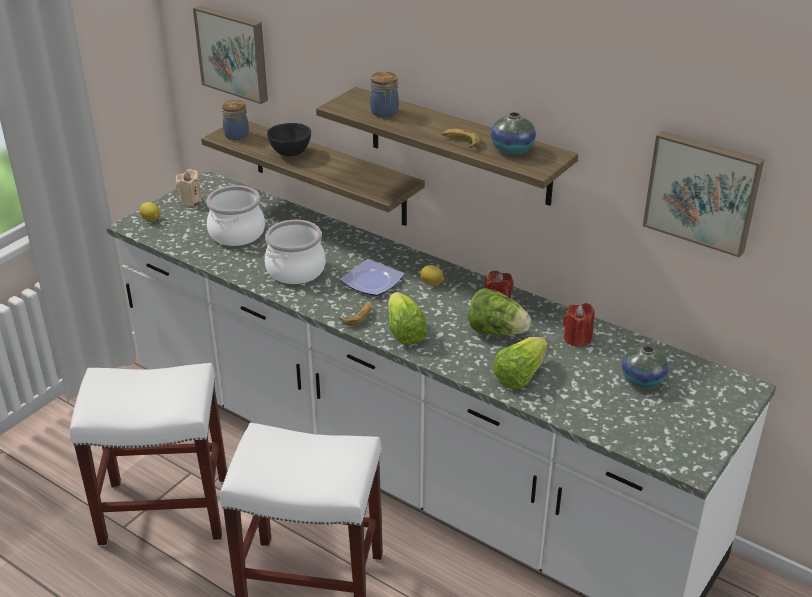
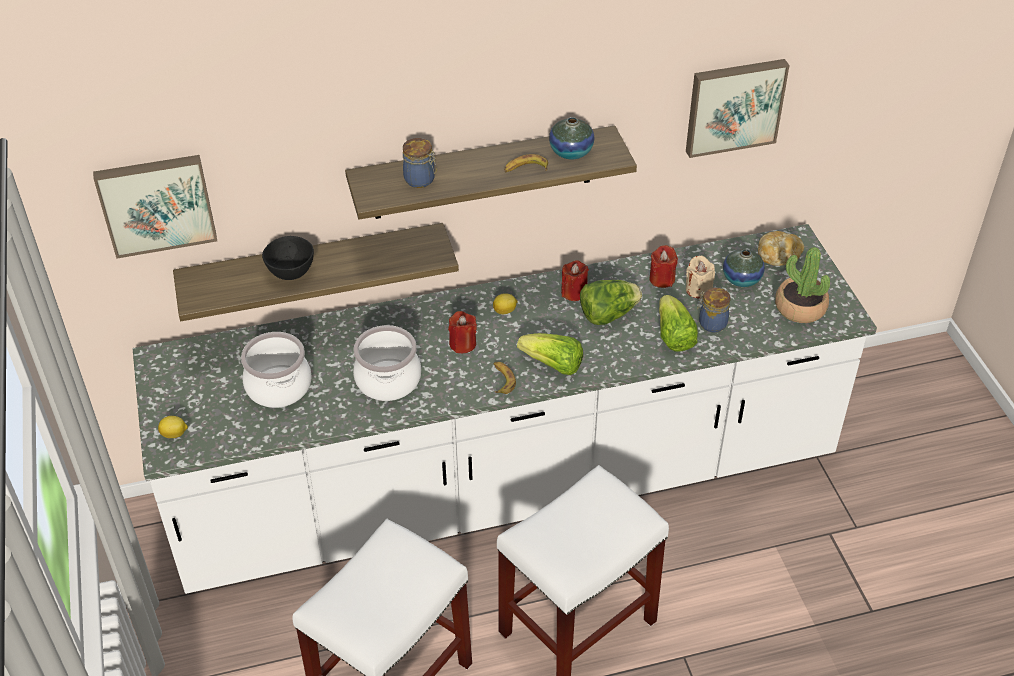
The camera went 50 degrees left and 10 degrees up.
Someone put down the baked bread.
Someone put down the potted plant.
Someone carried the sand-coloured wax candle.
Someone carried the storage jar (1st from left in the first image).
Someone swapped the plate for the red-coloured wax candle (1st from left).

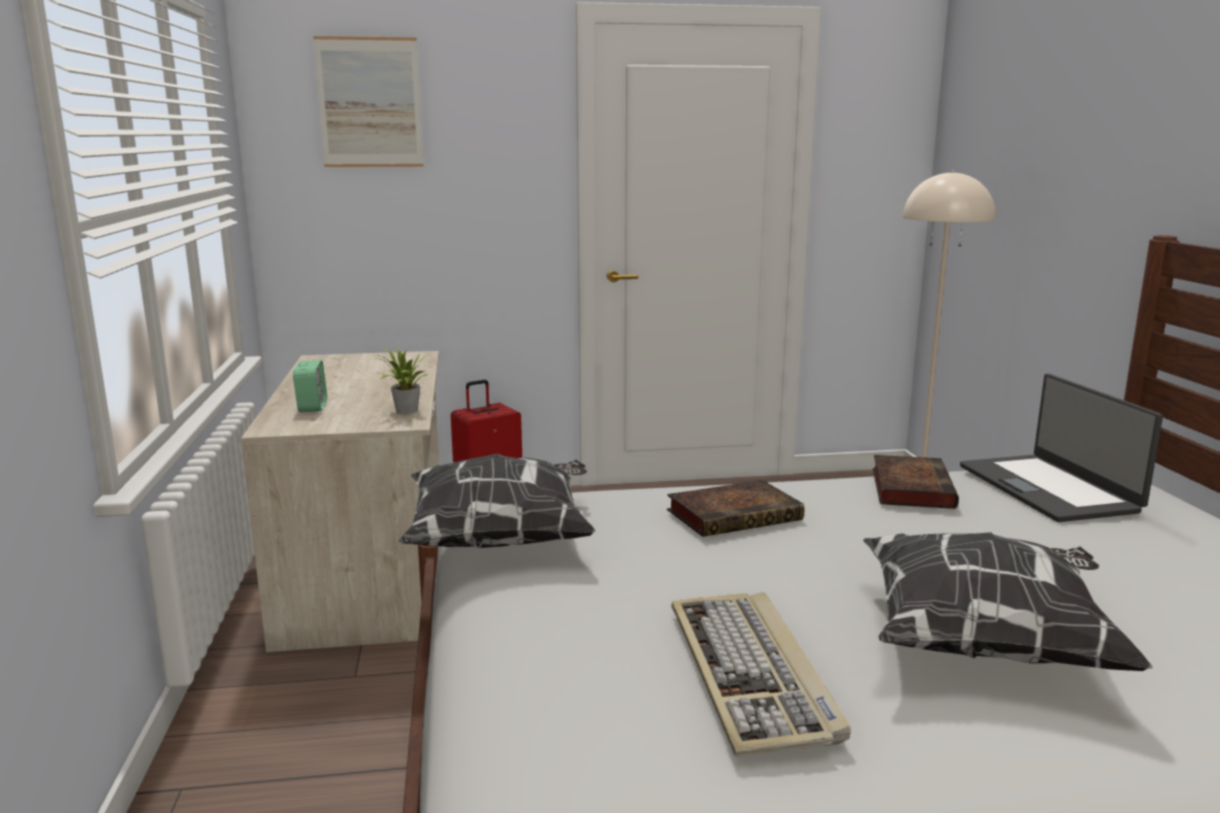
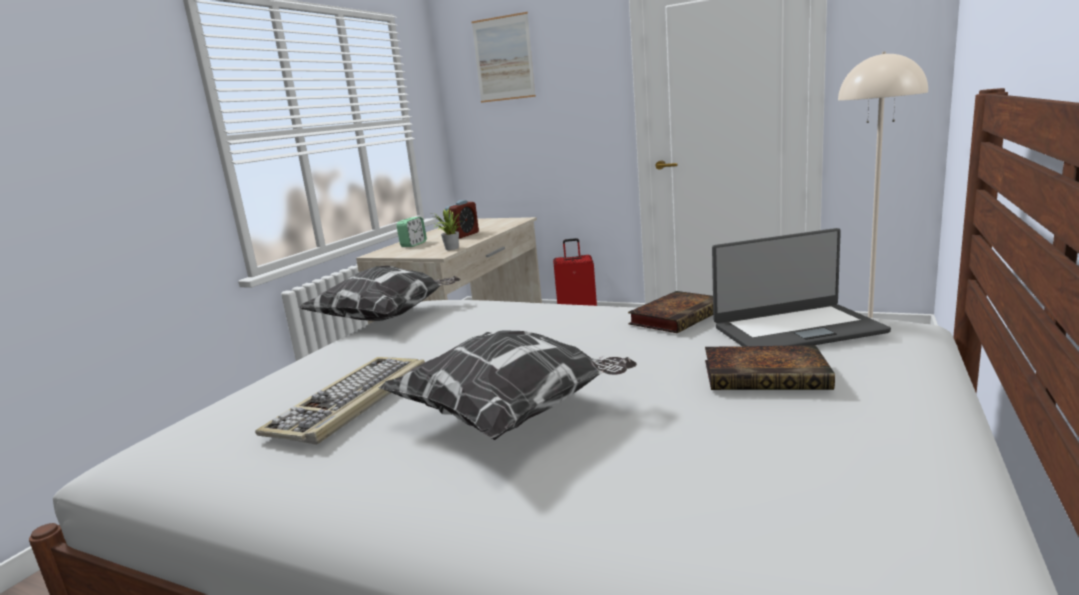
The camera went 35 degrees right and 0 degrees up.
Someone put down the table clock (2nd from left).
Someone carried the bound book (1st from left in the first image).
Someone rotated the notebook computer by 120 degrees counterclockwise.

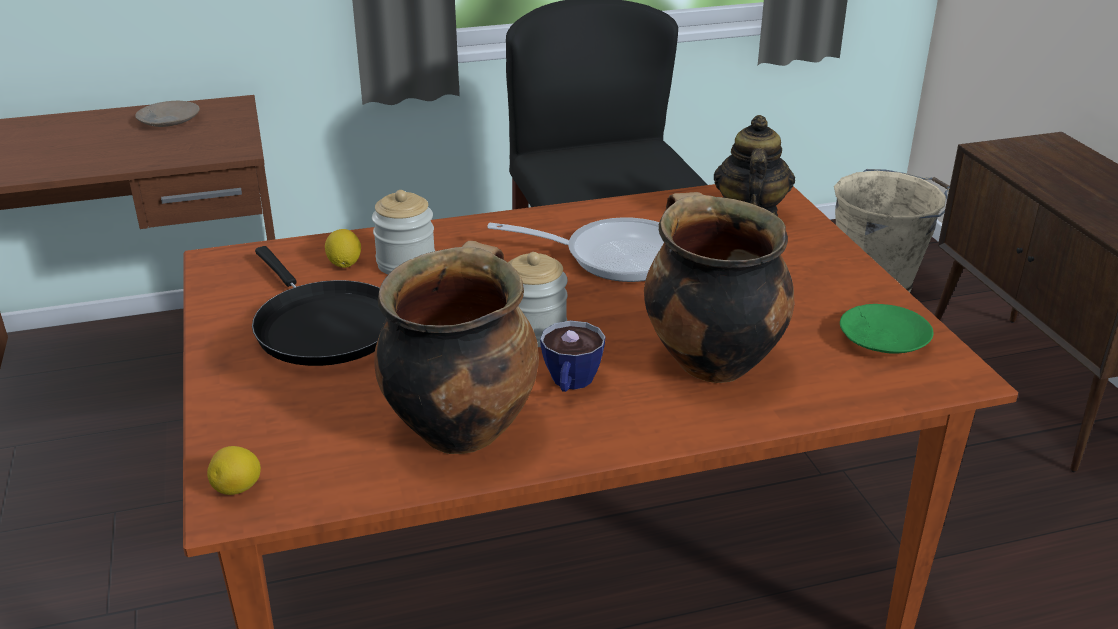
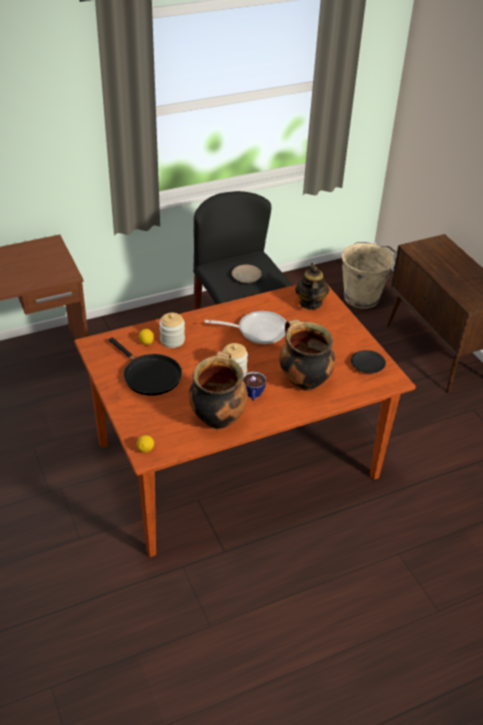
The camera went 10 degrees left and 10 degrees up.
Someone carried the sand-coloured plate.
Someone repainted the green plate, which became the blackish plate.

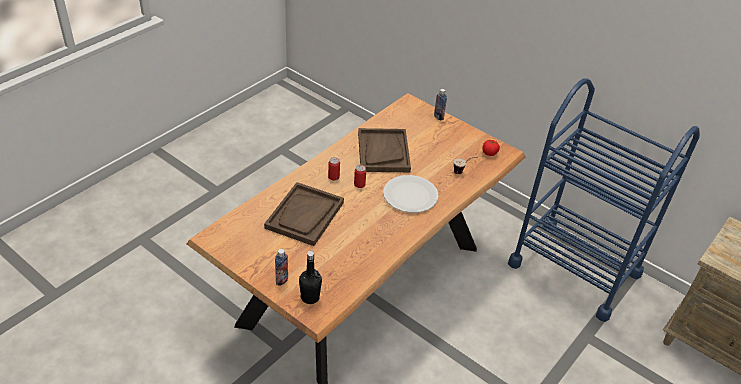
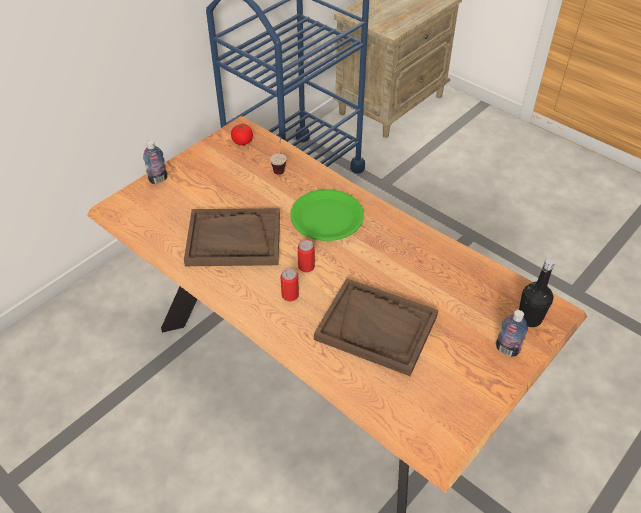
The camera went 85 degrees left and 5 degrees up.
Someone repainted the white plate, which became the green plate.

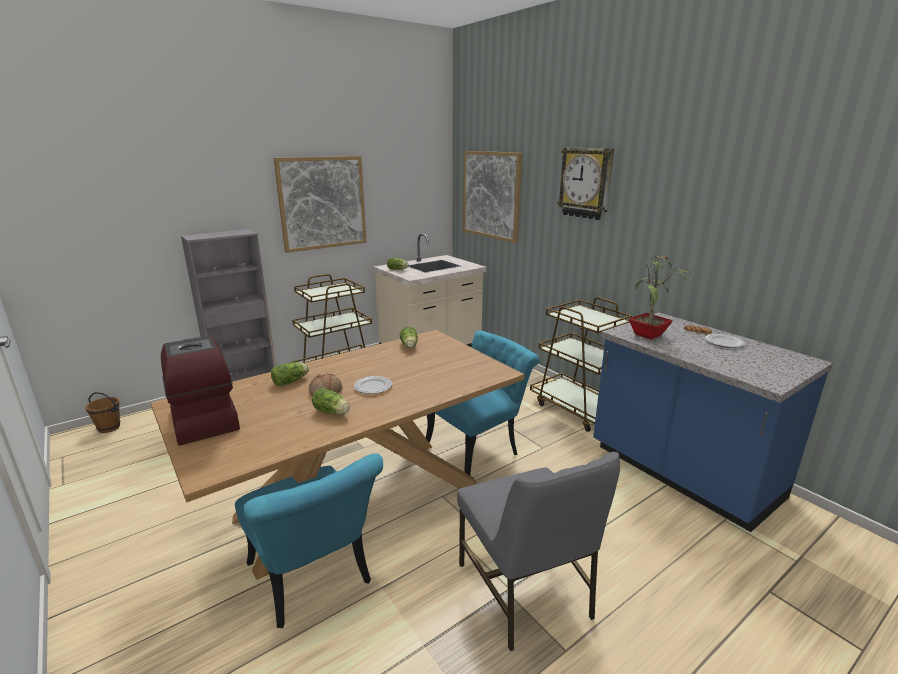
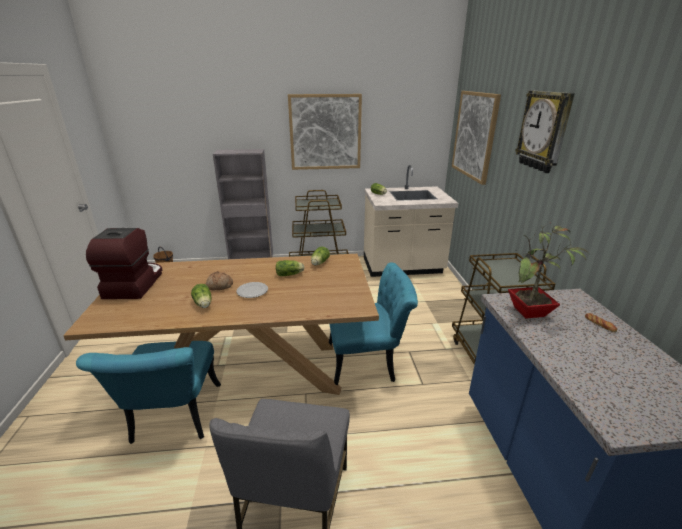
The camera went 30 degrees right and 5 degrees up.
Someone took away the plate (2nd from left).
Someone carried the head of lettuce (1st from left in the first image).

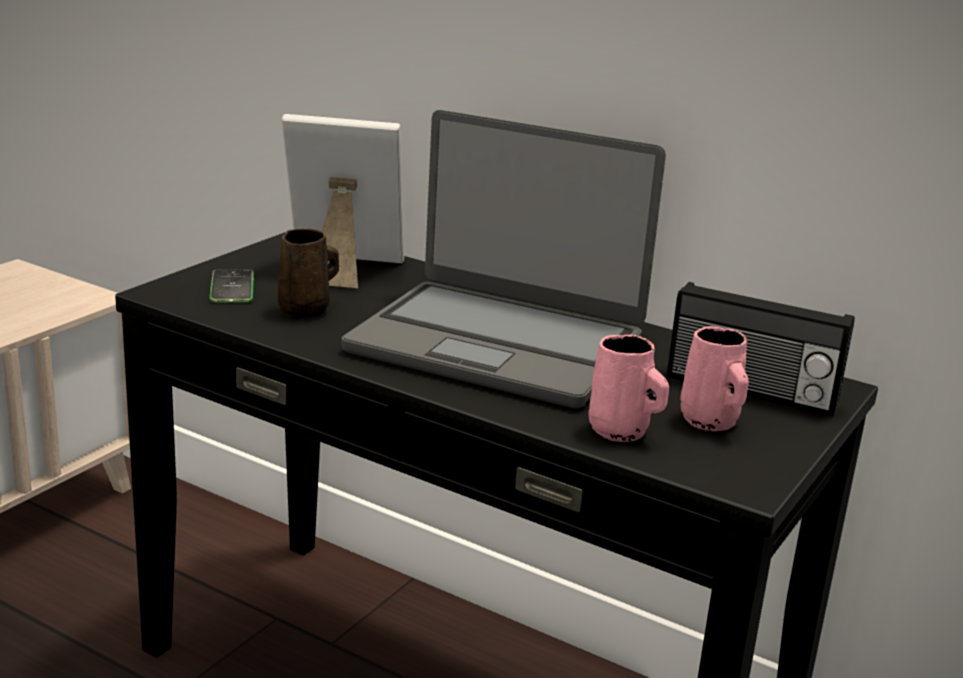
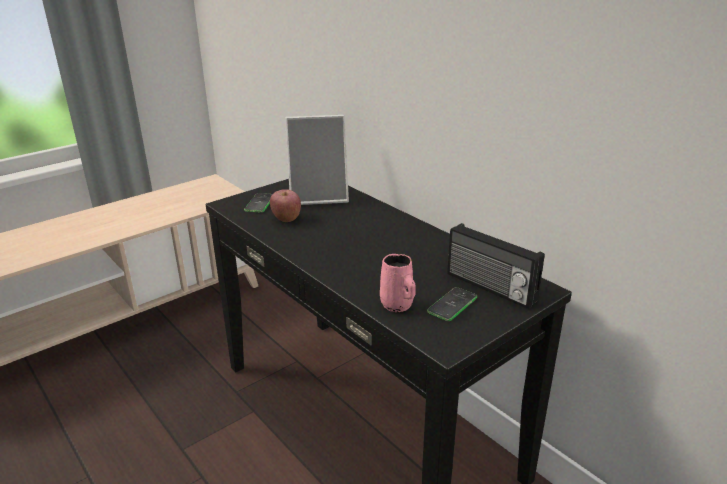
The camera went 20 degrees right and 5 degrees up.
Someone took away the notebook computer.
Someone swapped the brownish mug for the whole apple.
Someone swapped the pink-coloured mug (2nd from left) for the phone (2nd from left).
Someone rotated the standing frame by 150 degrees clockwise.

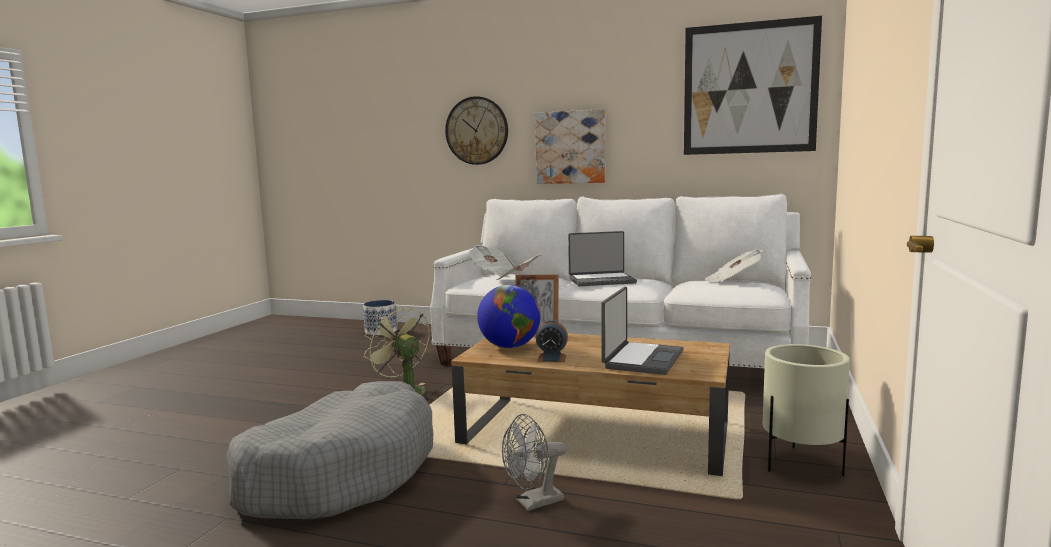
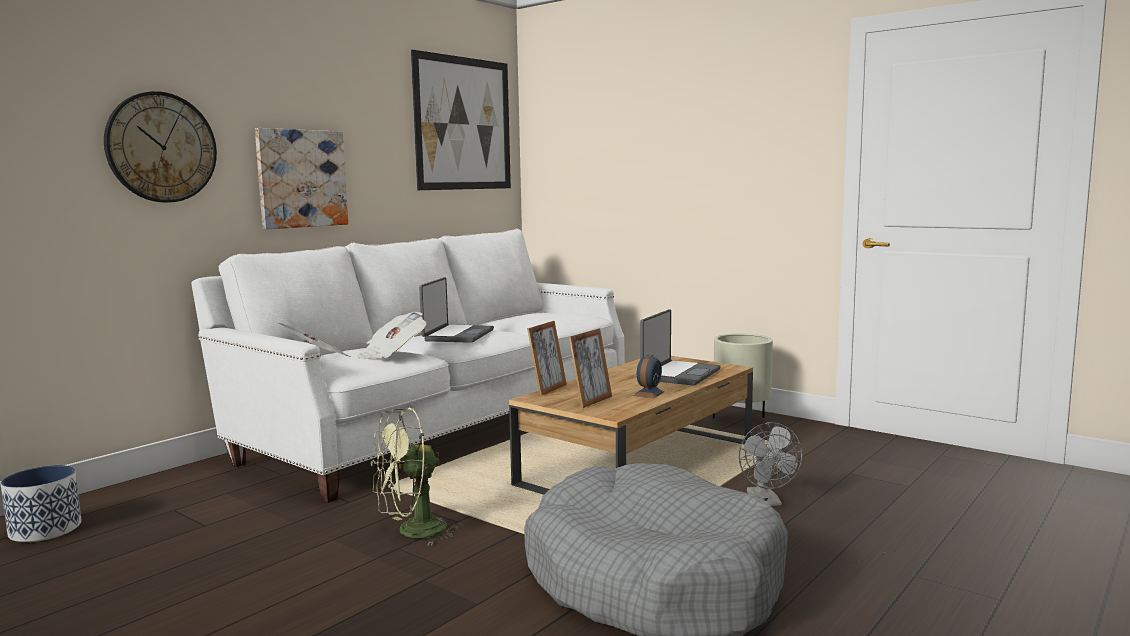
The camera went 70 degrees left and 0 degrees up.
Someone took away the newspaper (3rd from left).
Someone swapped the globe for the standing frame (2nd from left).
Someone rotated the notebook computer (2nd from left) by 75 degrees clockwise.

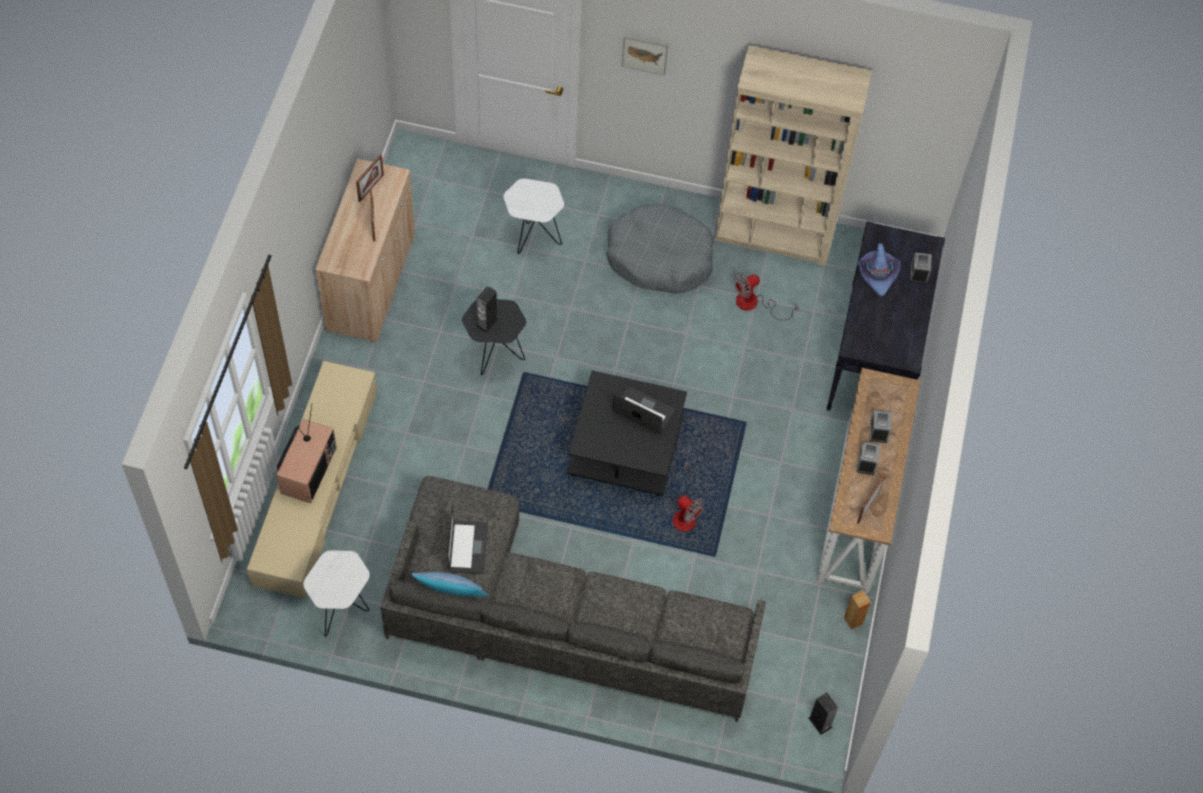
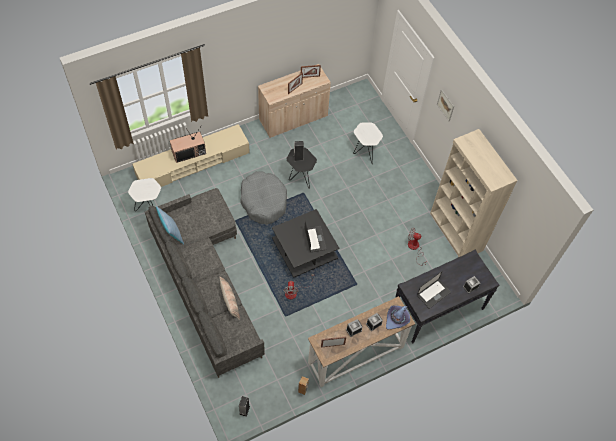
The camera went 50 degrees right and 0 degrees up.
Someone put down the pillow (2nd from left).
Someone carried the notebook computer (1st from left in the first image).
Someone carried the gray pet bed.
Someone carried the purple-coloured wearable hat.

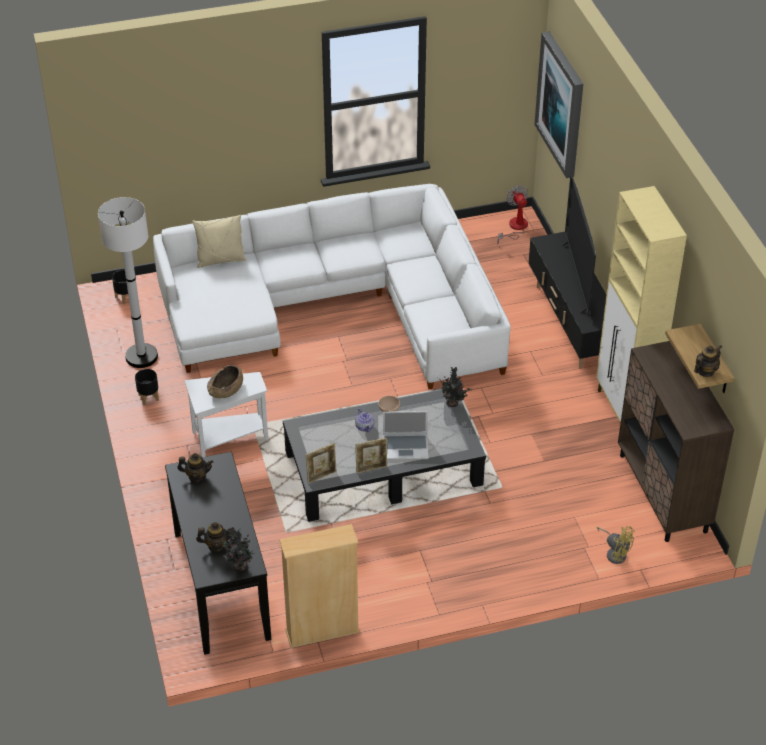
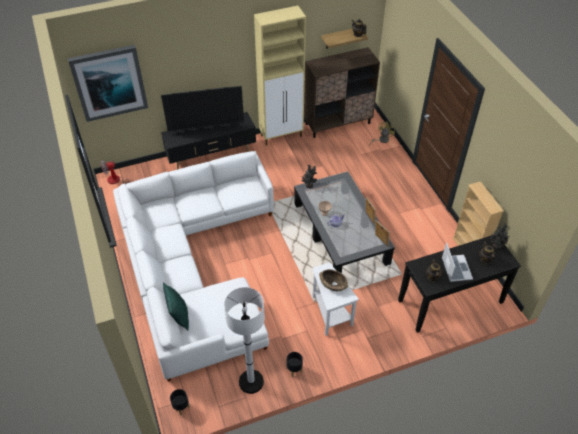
The camera went 95 degrees left and 5 degrees up.
Someone carried the notebook computer.
Someone repainted the sand-coloured pillow, which became the green pillow.

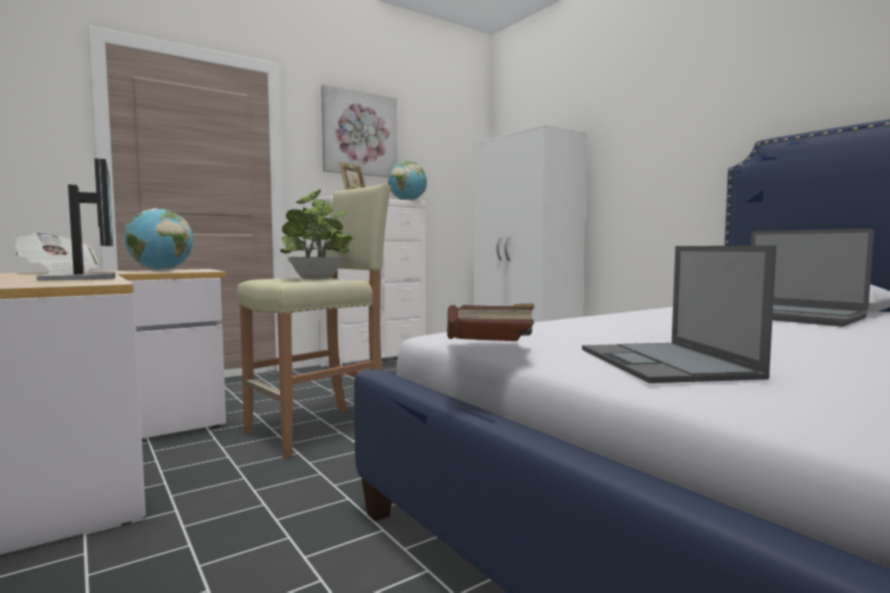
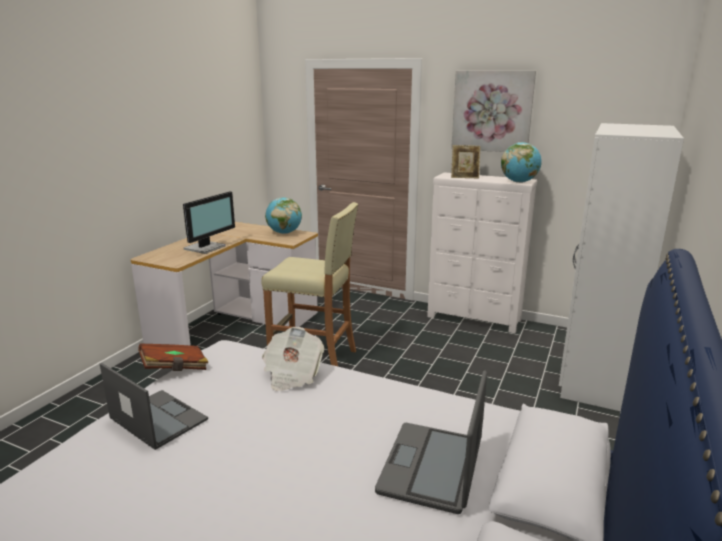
The camera went 60 degrees right and 15 degrees up.
Someone took away the potted plant.
Someone carried the newspaper.
Someone rotated the notebook computer (1st from left) by 75 degrees clockwise.

